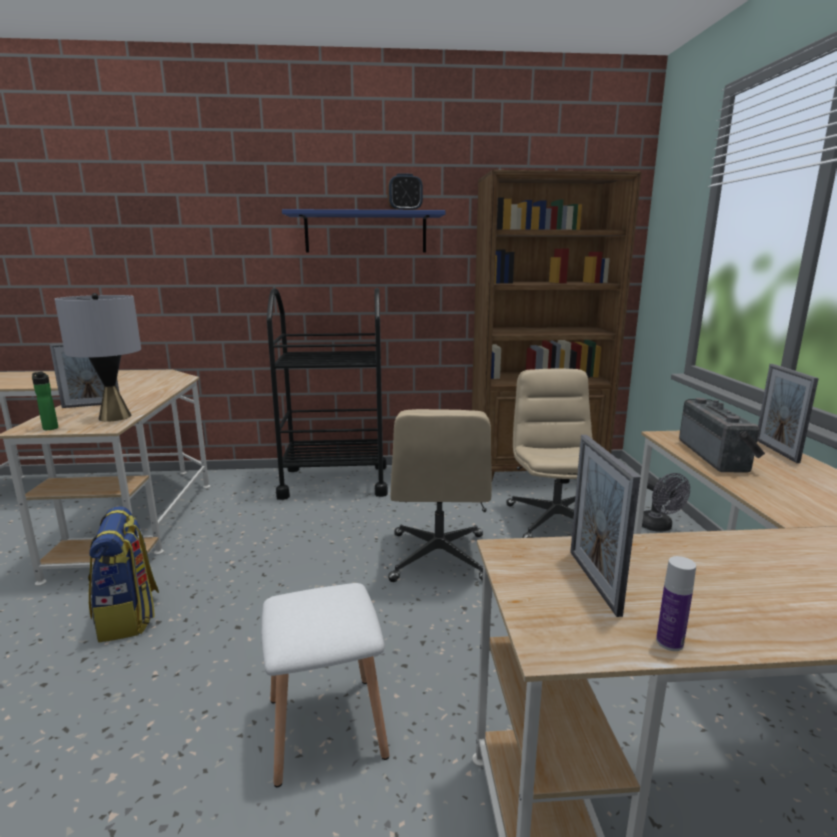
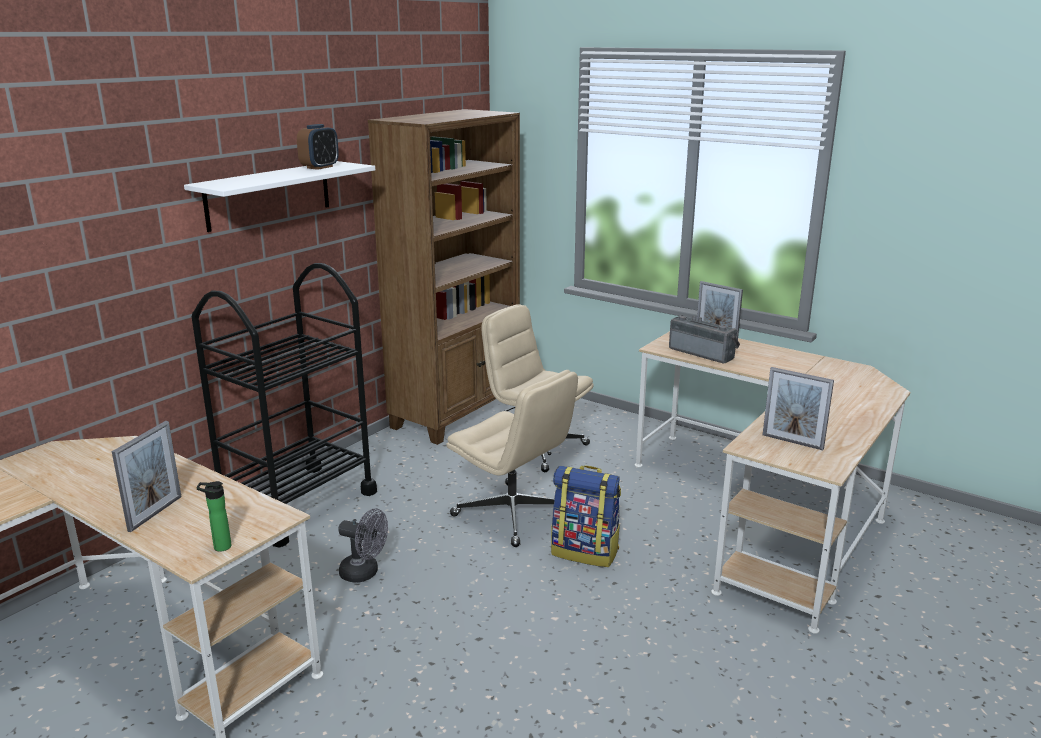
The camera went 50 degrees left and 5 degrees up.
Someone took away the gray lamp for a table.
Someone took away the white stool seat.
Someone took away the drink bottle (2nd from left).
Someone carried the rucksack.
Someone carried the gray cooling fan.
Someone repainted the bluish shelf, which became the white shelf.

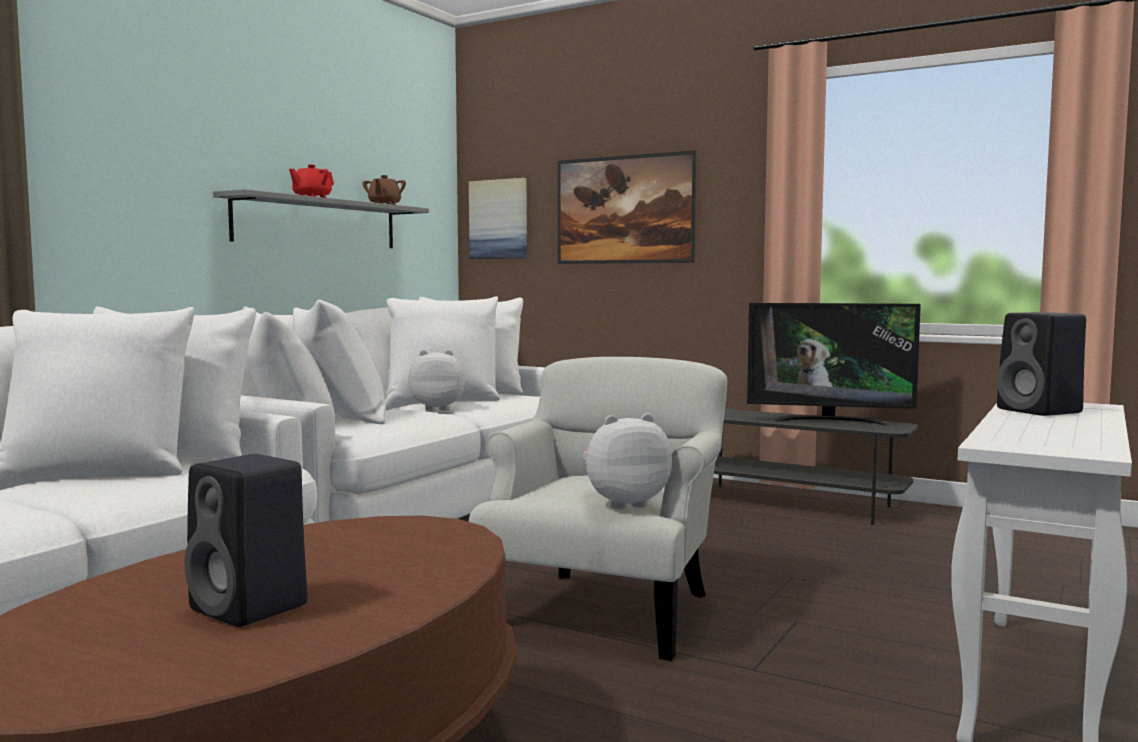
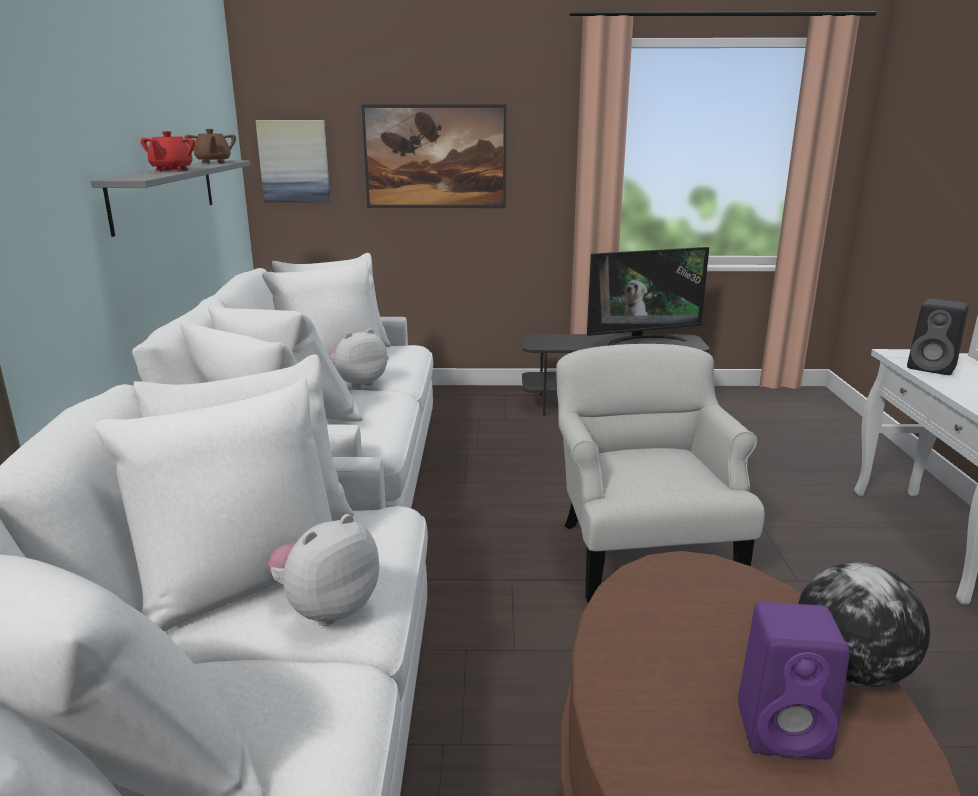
The camera went 30 degrees left and 15 degrees up.
Someone put down the globe.
Someone carried the soft toy (2nd from left in the first image).
Someone repainted the blackish loudspeaker (1st from left), which became the purple-coloured loudspeaker.

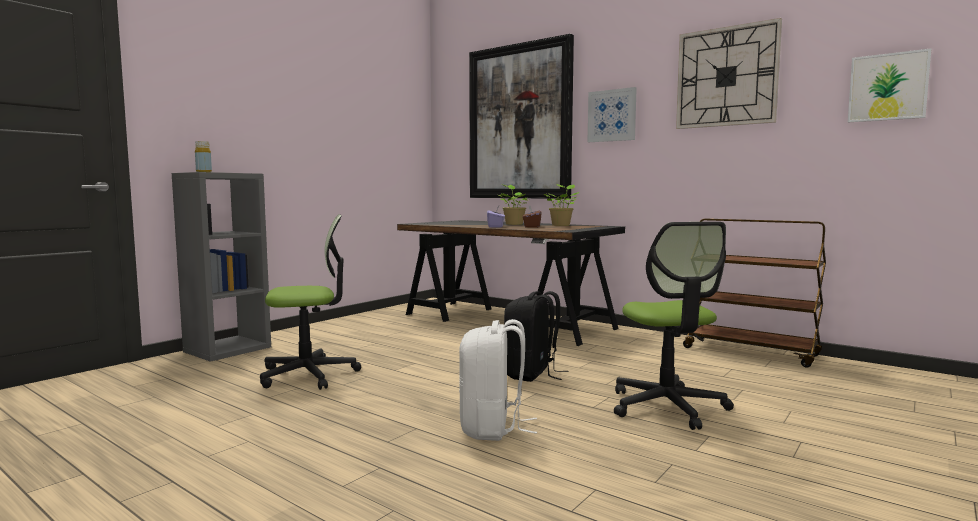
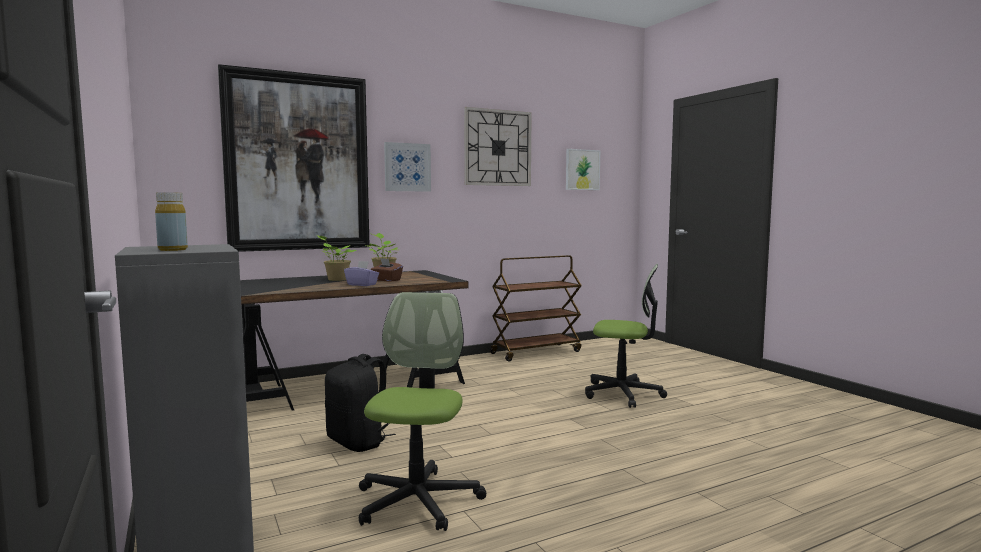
The camera went 65 degrees left and 0 degrees up.
Someone took away the white rucksack.
Someone carried the blackish rucksack.

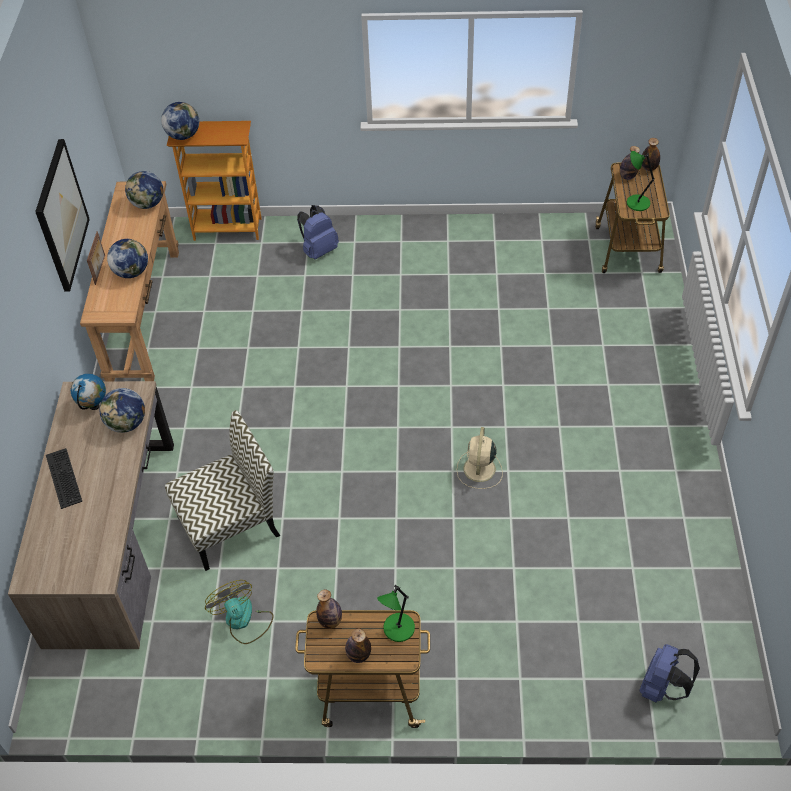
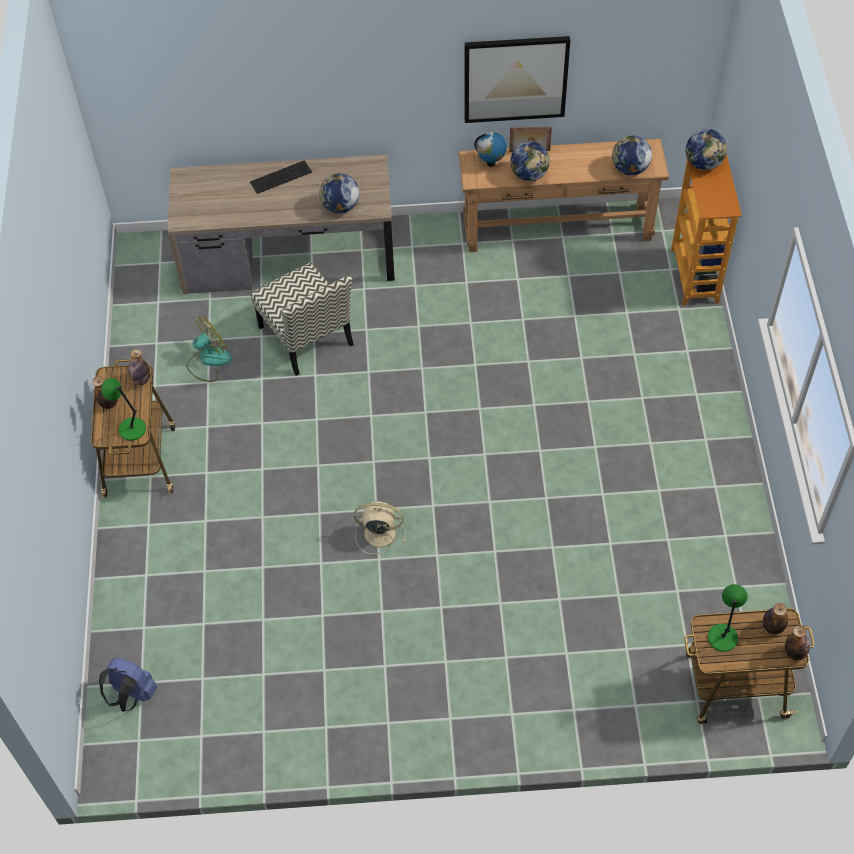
The camera went 85 degrees right and 5 degrees up.
Someone took away the bluish rucksack (1st from left).
Someone carried the globe (1st from left in the first image).

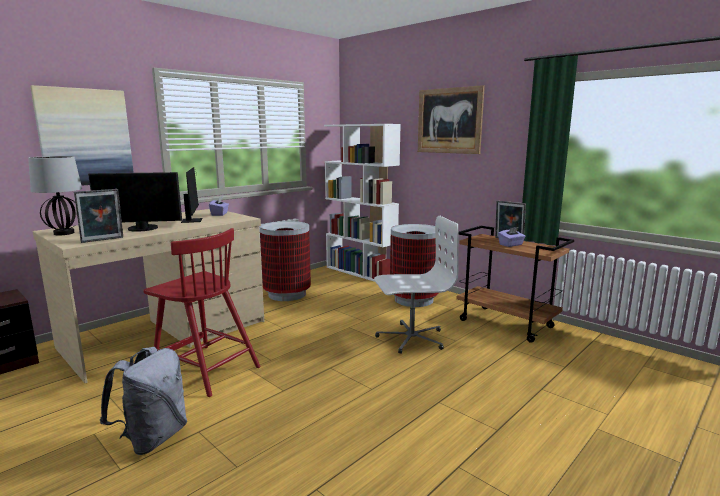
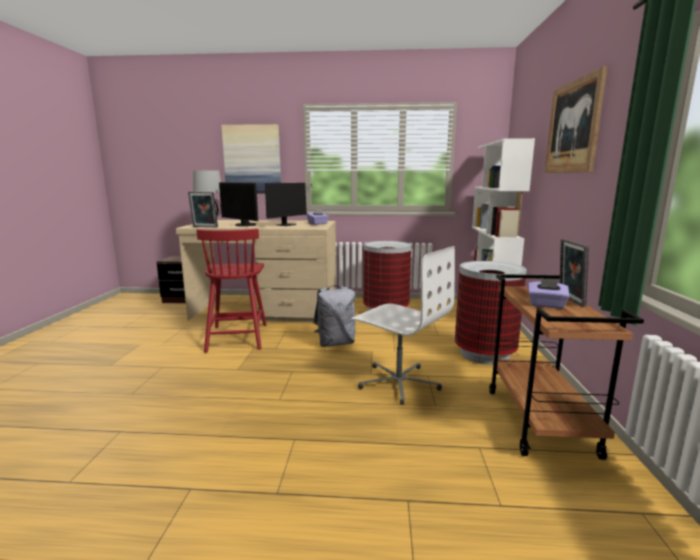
The camera went 50 degrees right and 0 degrees up.
Someone carried the gray rucksack.

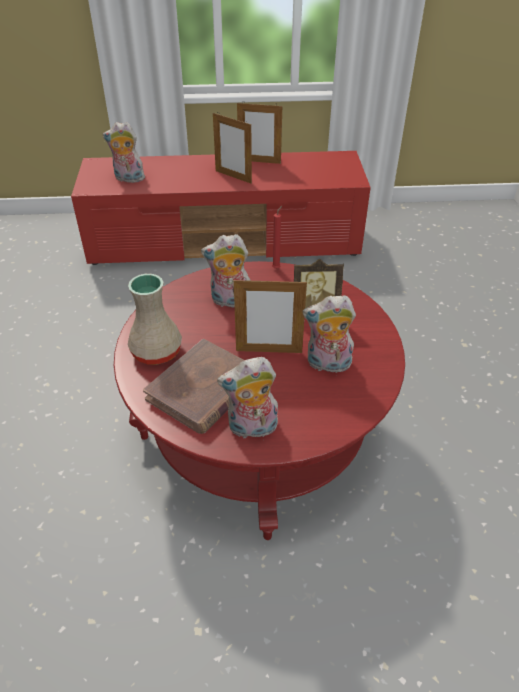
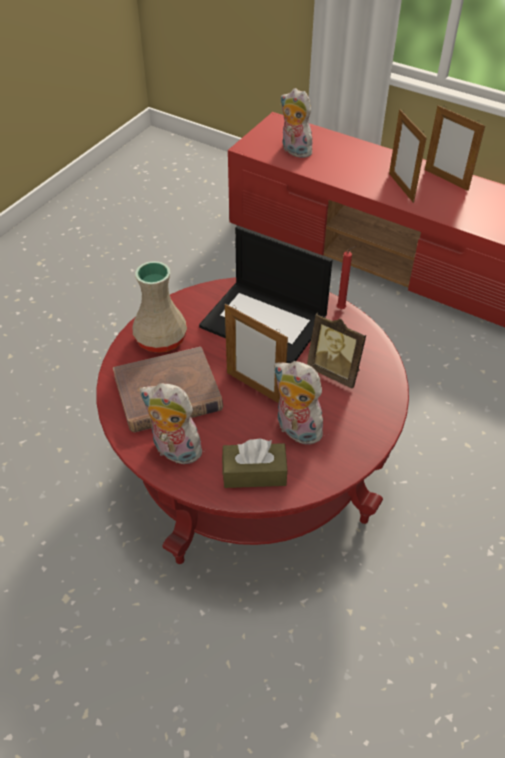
The camera went 35 degrees right and 5 degrees up.
Someone put down the brownish tissue holder.
Someone swapped the soft toy (2nd from left) for the notebook computer.

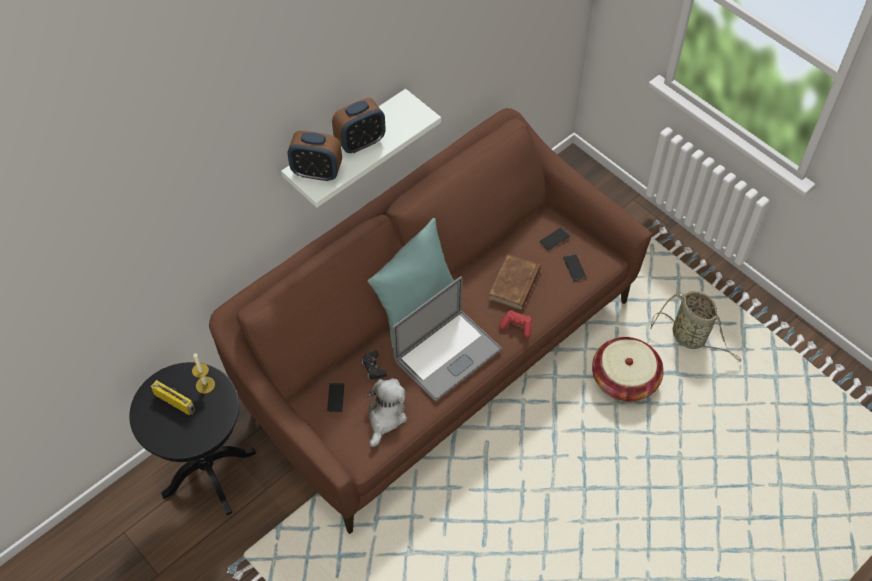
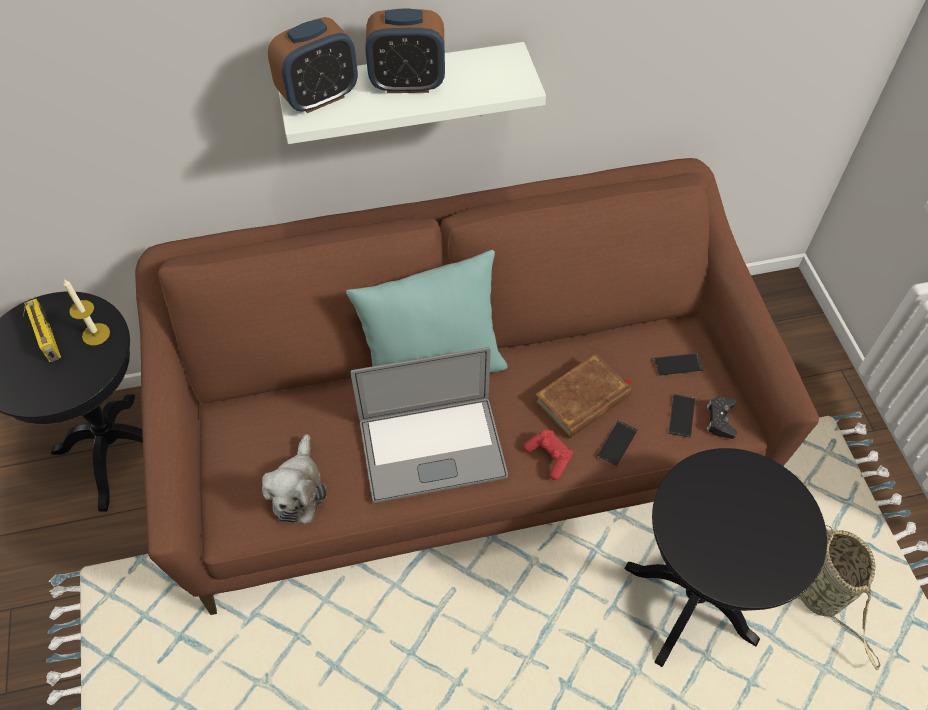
The camera went 30 degrees right and 0 degrees up.
Someone carried the phone (1st from left).
Someone carried the blackish joypad.
Someone swapped the household basket (1st from left) for the blackish side table (2nd from left).
Someone rotated the table clock (1st from left) by 75 degrees counterclockwise.
Someone rotated the soft toy by 135 degrees clockwise.

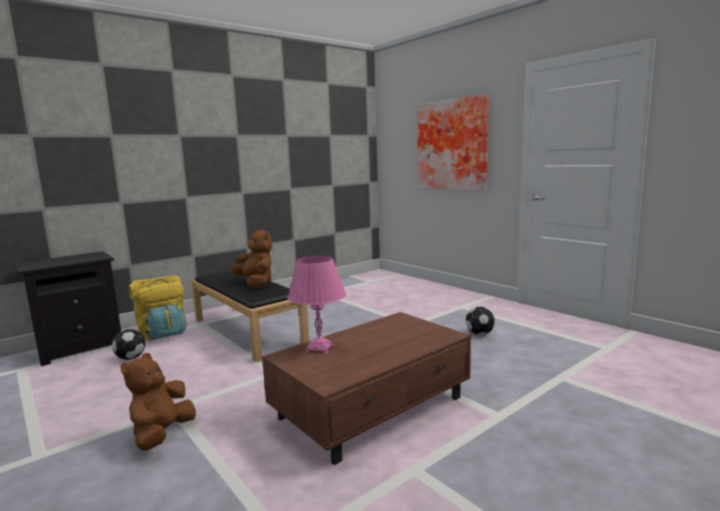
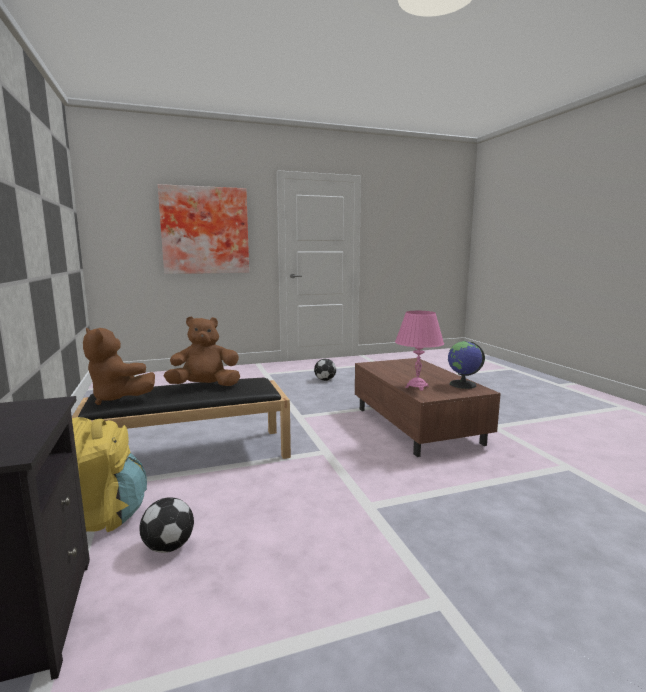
The camera went 70 degrees left and 0 degrees up.
Someone put down the globe.
Someone carried the brownish soft toy (1st from left).

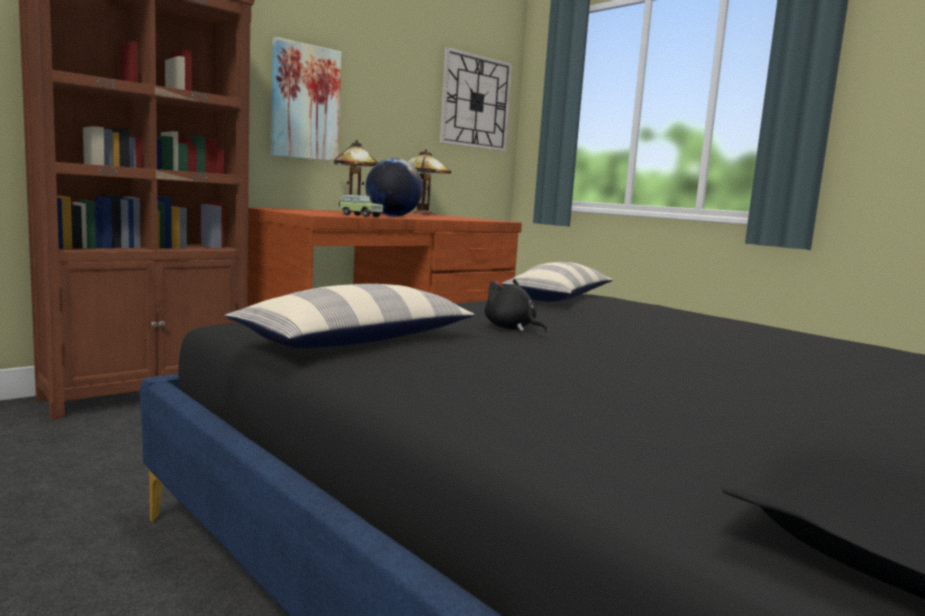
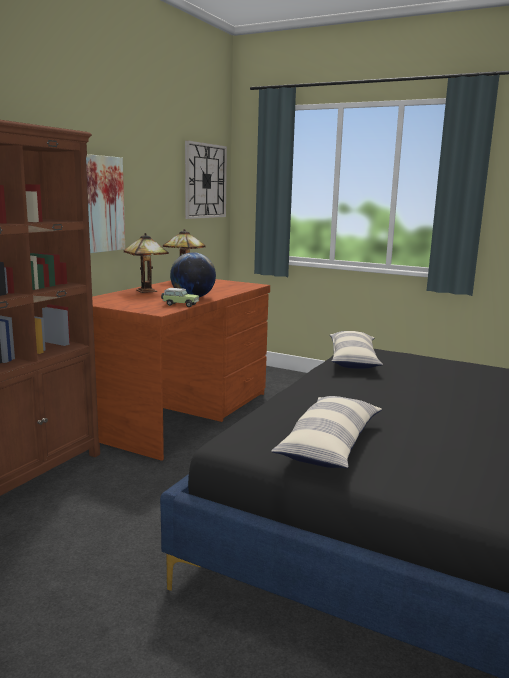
The camera went 20 degrees left and 5 degrees up.
Someone took away the blackish soft toy.

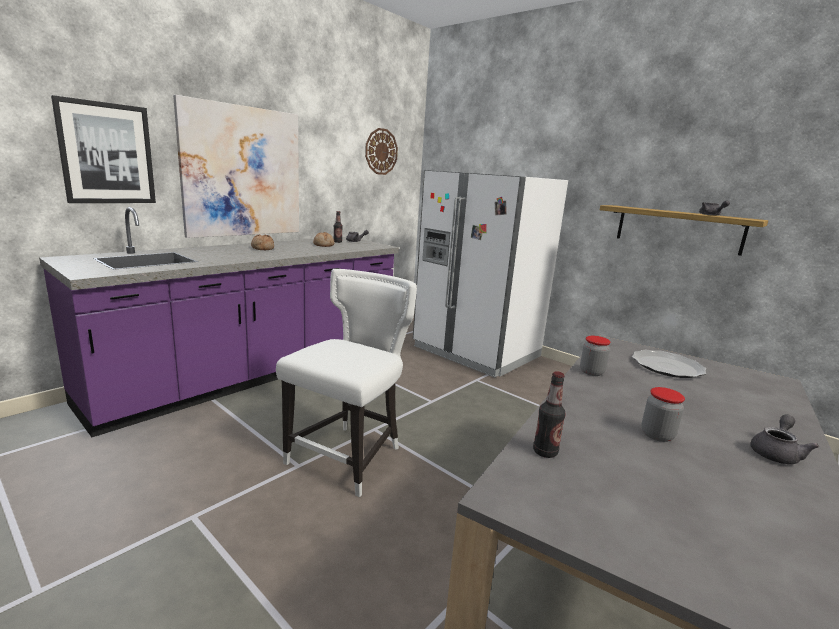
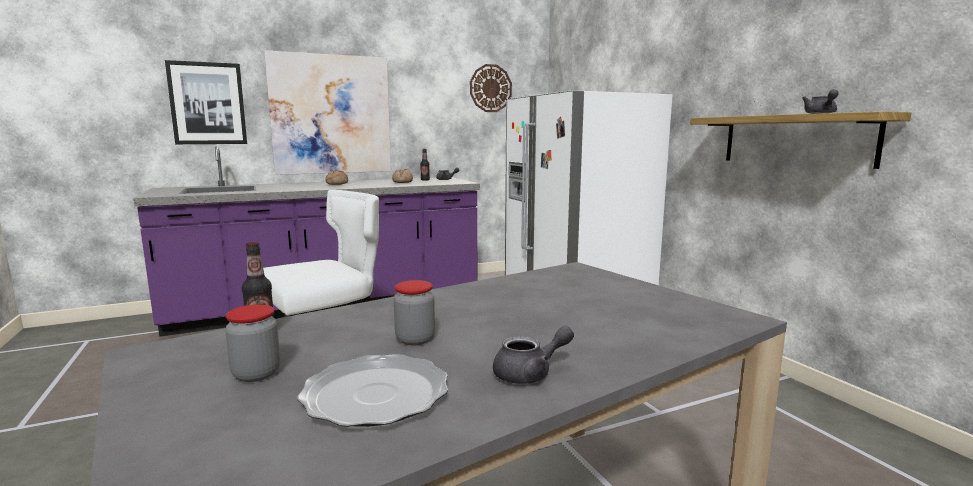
The camera went 25 degrees right and 5 degrees down.
Someone carried the storage jar (1st from left).
Someone carried the plate.

